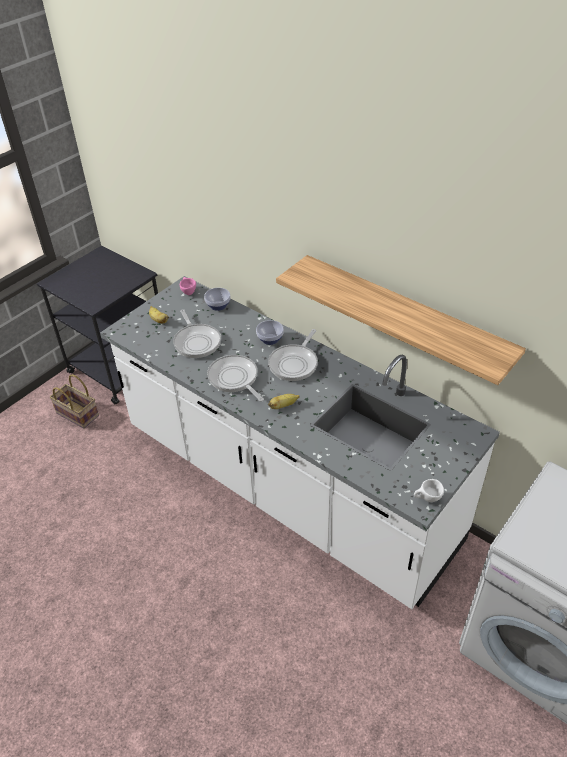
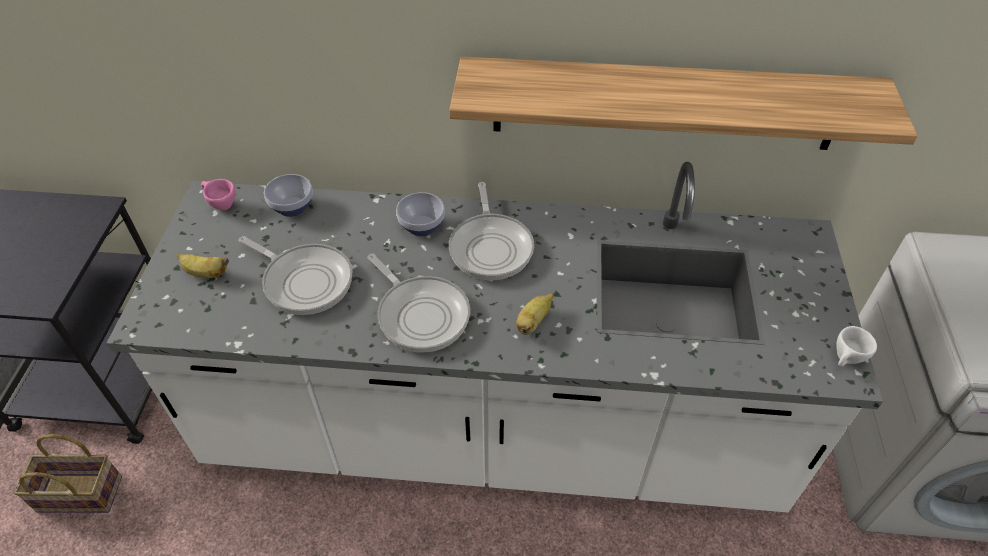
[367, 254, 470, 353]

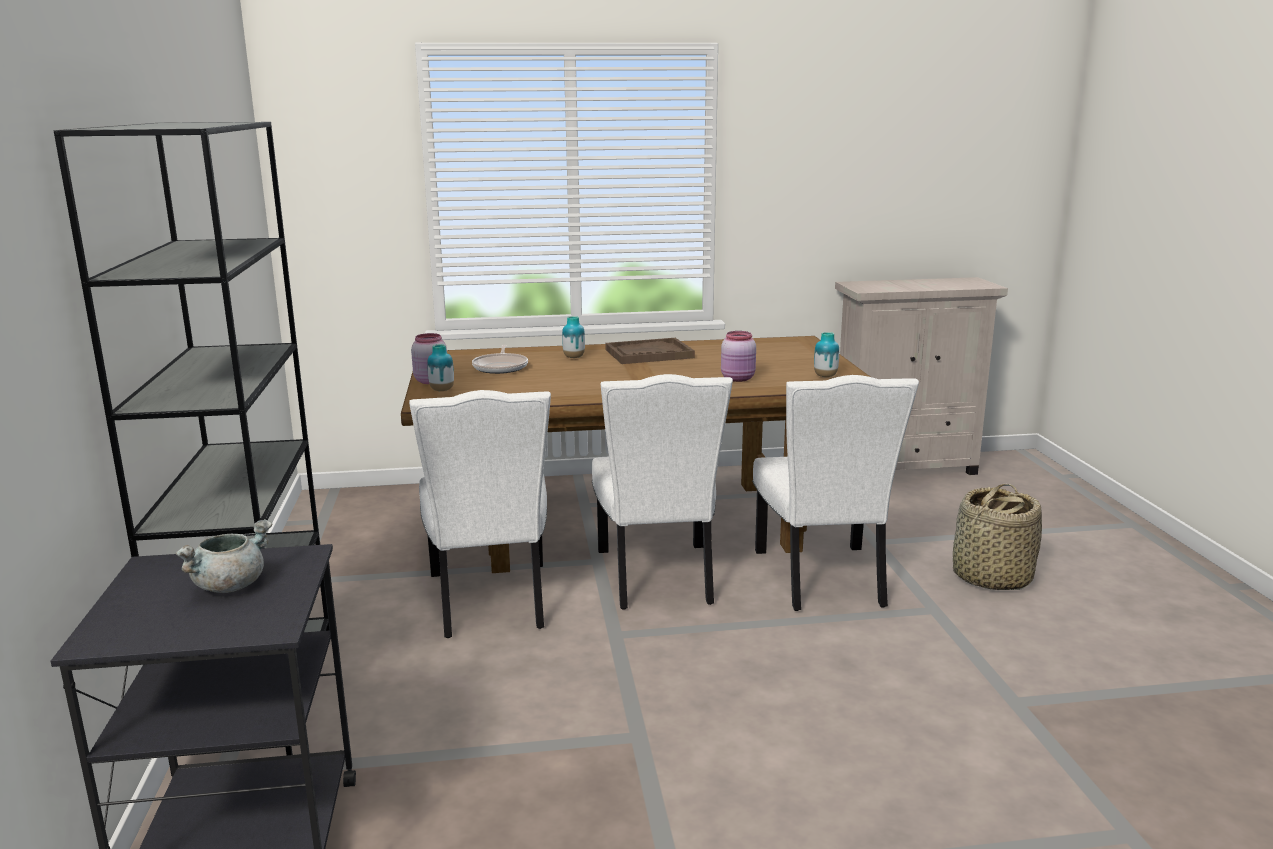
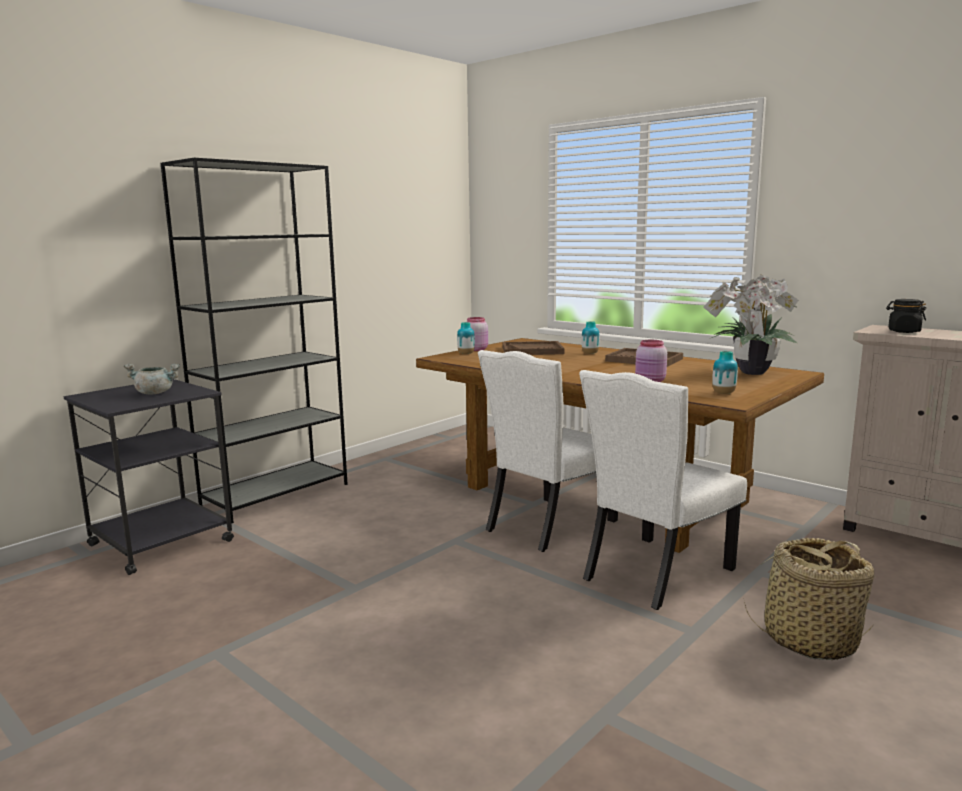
[409, 390, 551, 638] (first image)
[703, 274, 798, 375]
[886, 299, 926, 333]
[502, 341, 564, 355]

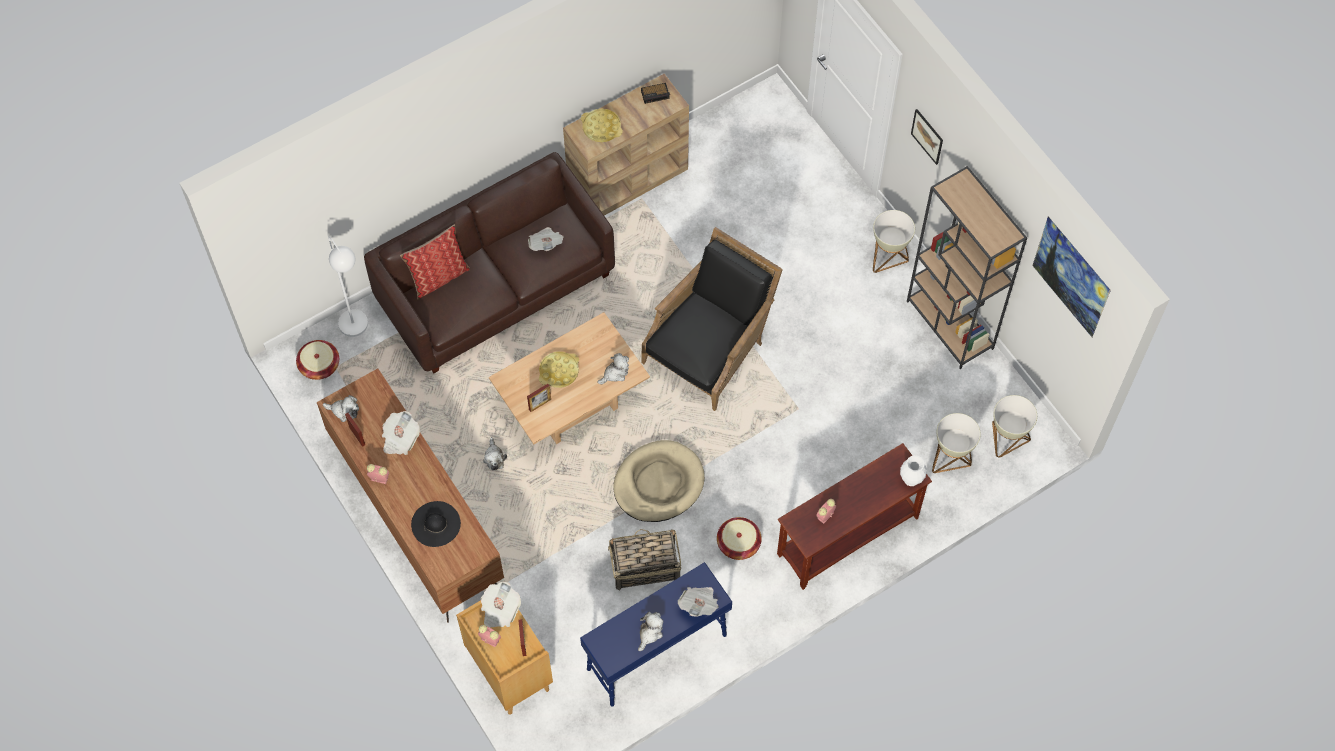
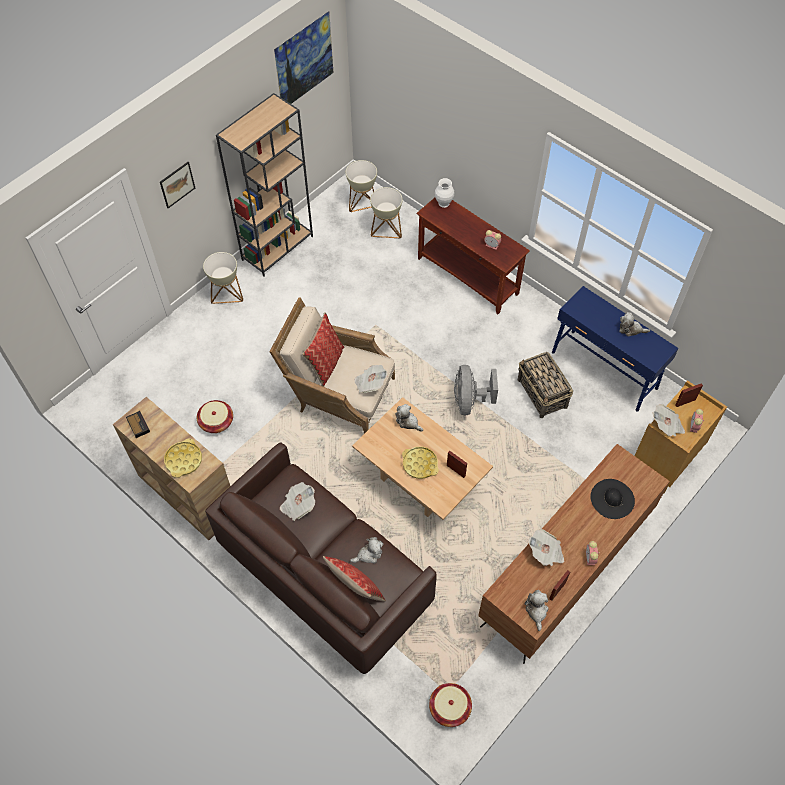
[328, 236, 368, 337] (first image)
[302, 313, 344, 387]
[350, 537, 383, 564]
[354, 365, 388, 393]
[197, 400, 233, 433]
[454, 365, 498, 416]
[269, 297, 395, 434]

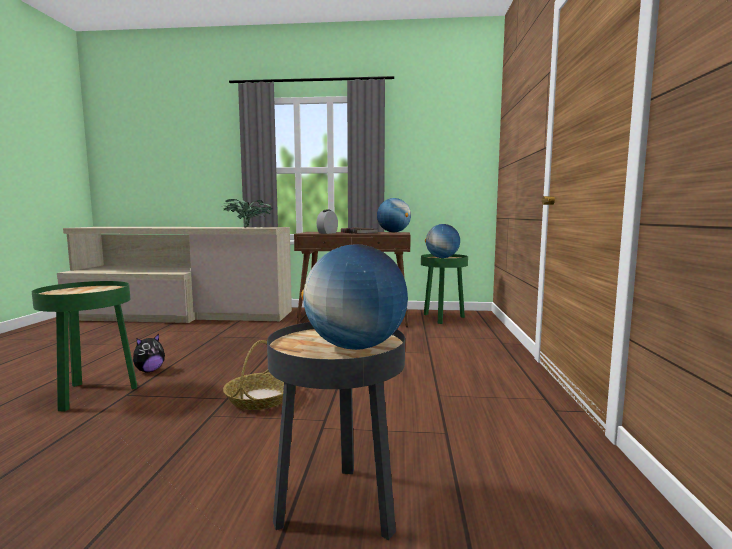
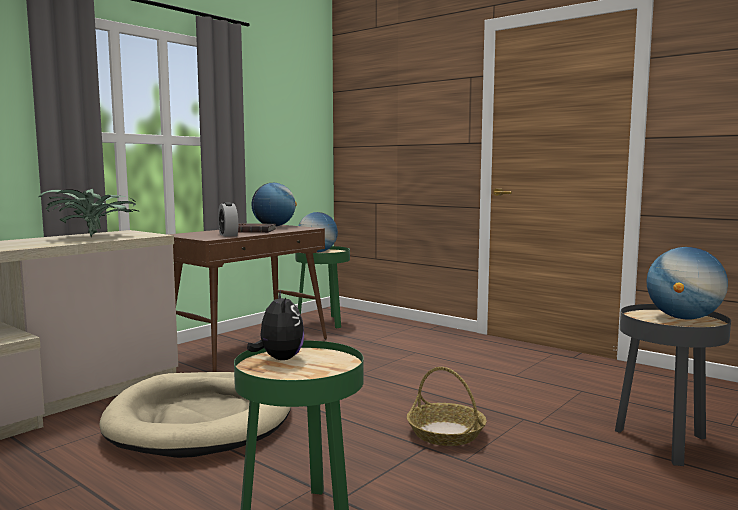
[99, 372, 291, 458]
[247, 290, 304, 360]

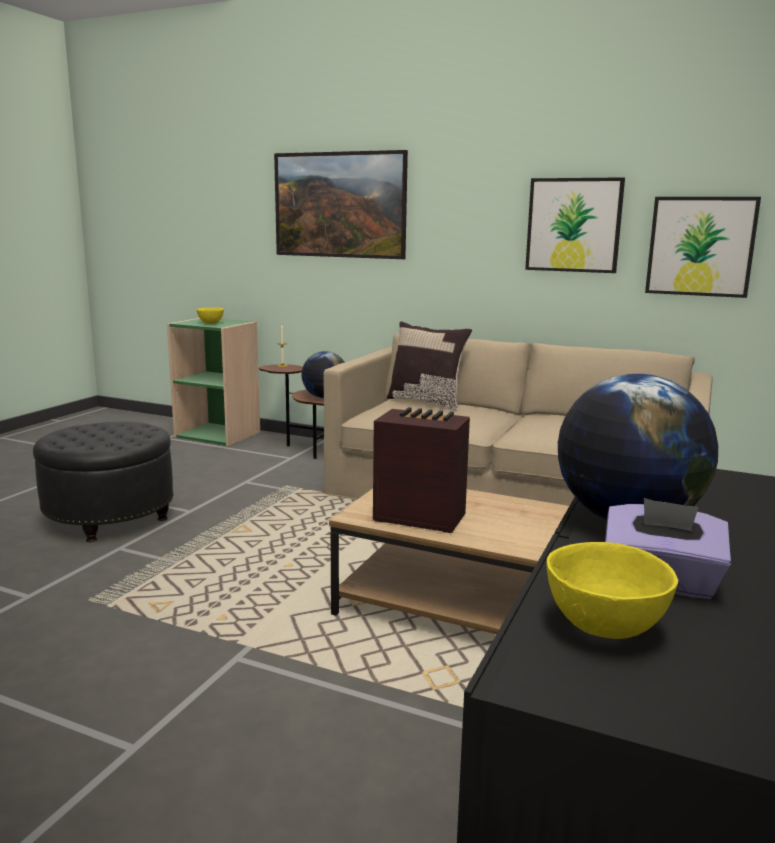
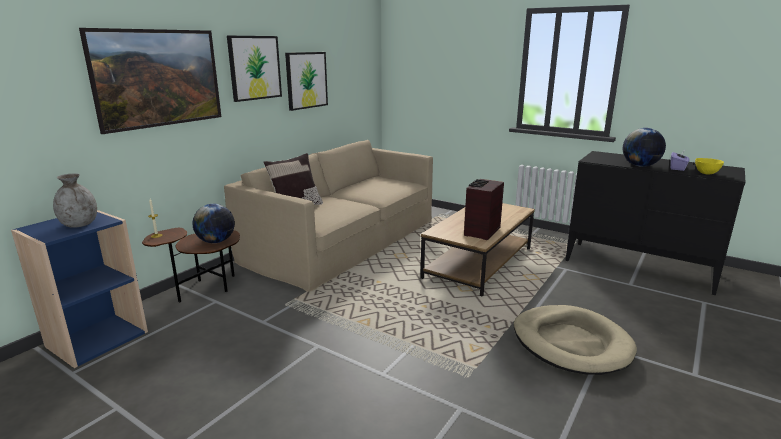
[33, 422, 173, 542] (first image)
[514, 305, 637, 375]
[227, 36, 282, 102]
[53, 174, 97, 228]
[11, 210, 148, 368]

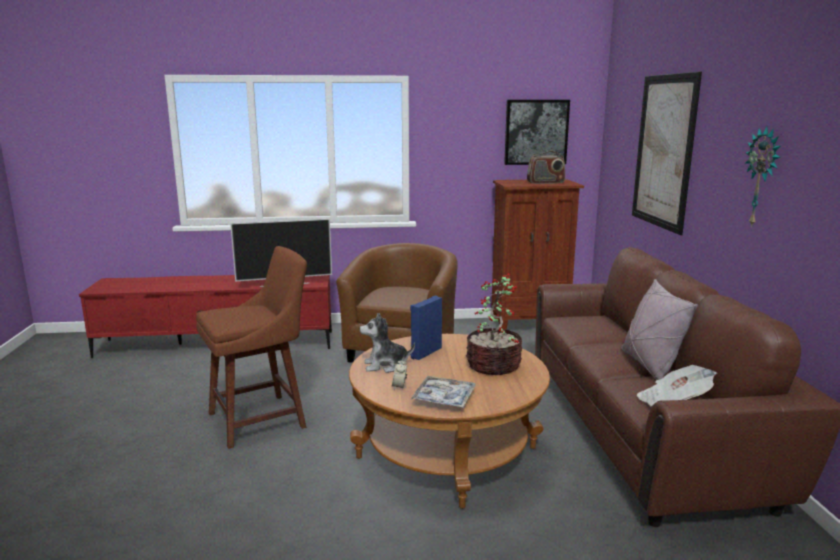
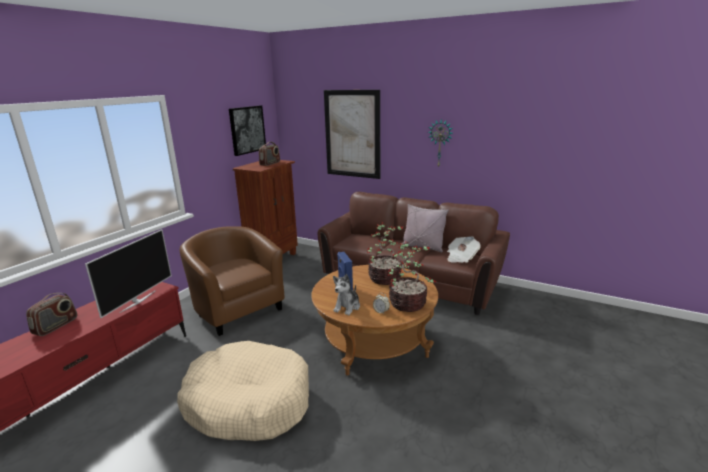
[26, 293, 77, 336]
[177, 341, 309, 441]
[388, 241, 437, 312]

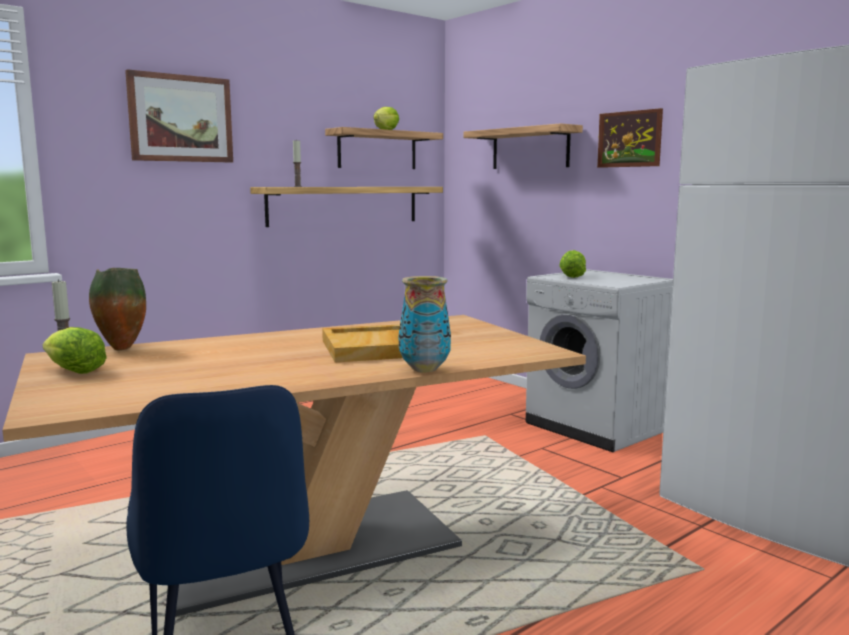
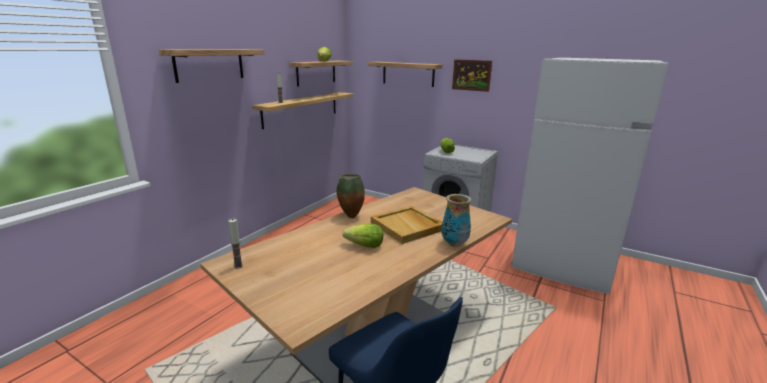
[343, 223, 383, 248]
[337, 174, 365, 218]
[159, 49, 265, 83]

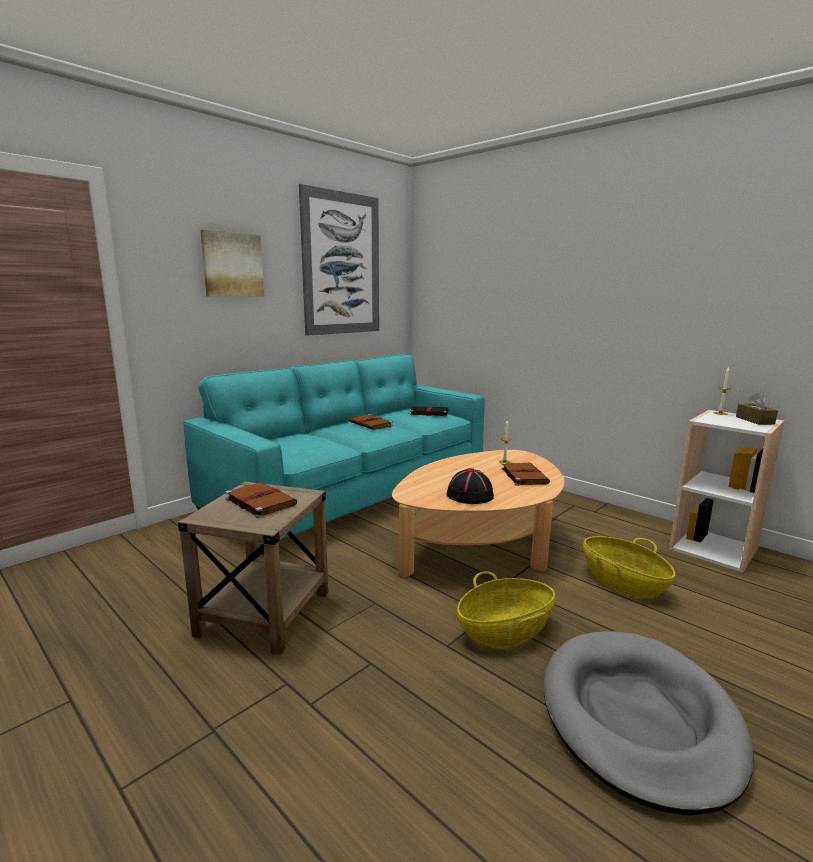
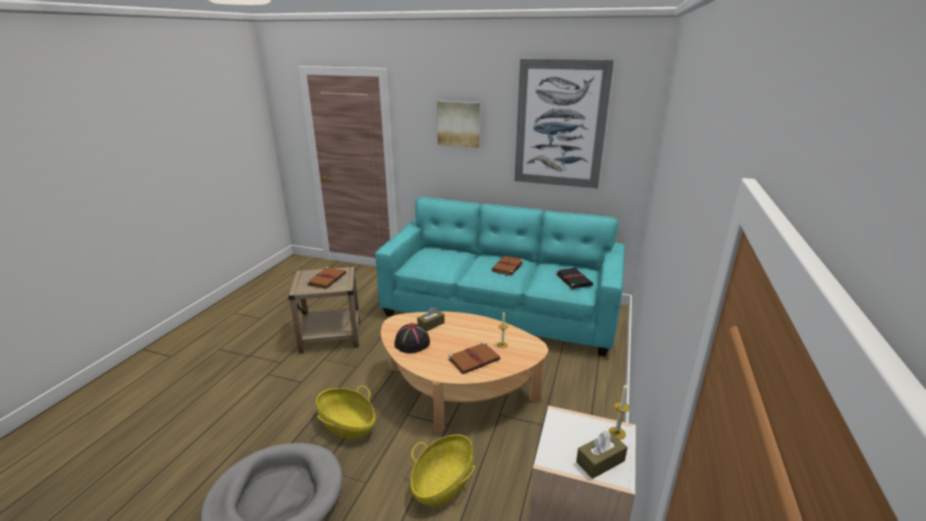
[417, 307, 445, 331]

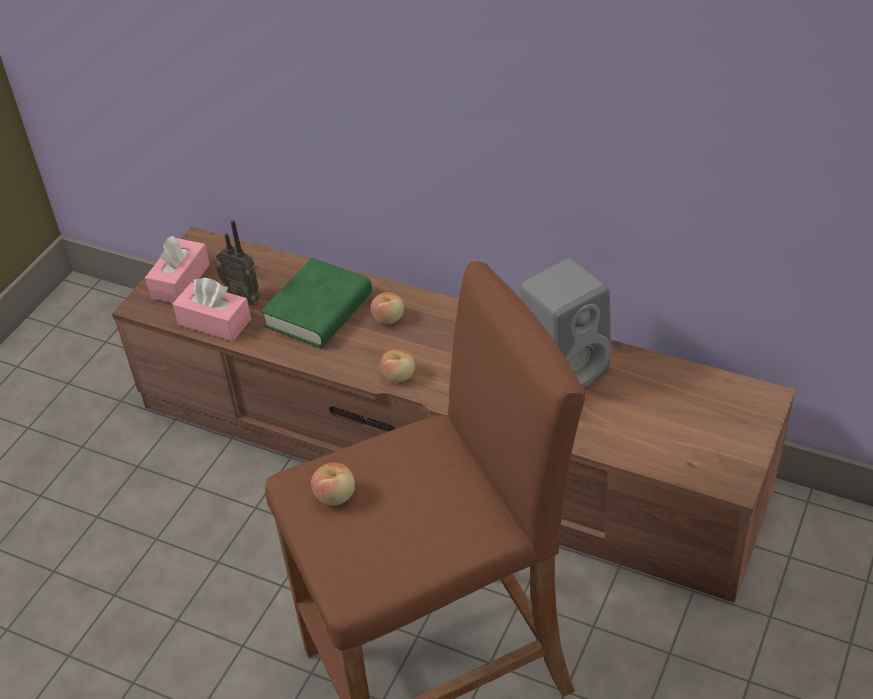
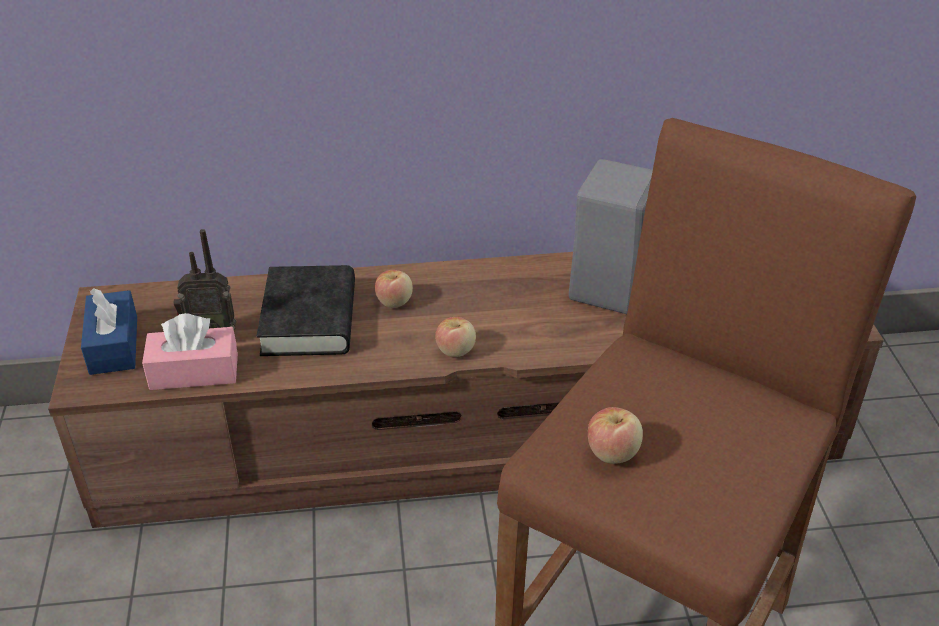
[81, 288, 137, 375]
[257, 265, 355, 356]

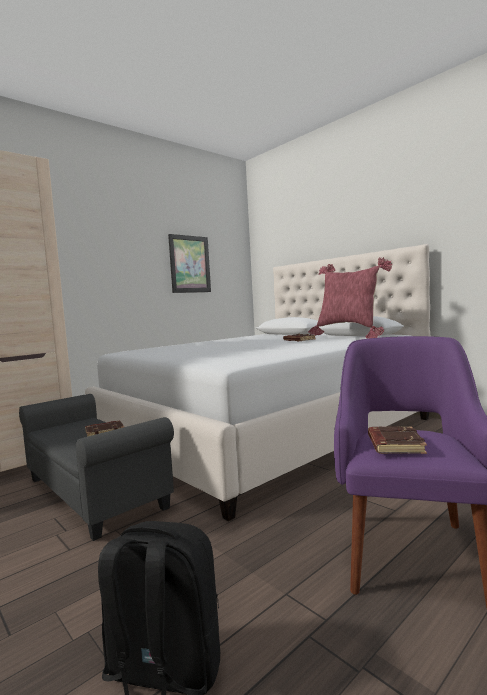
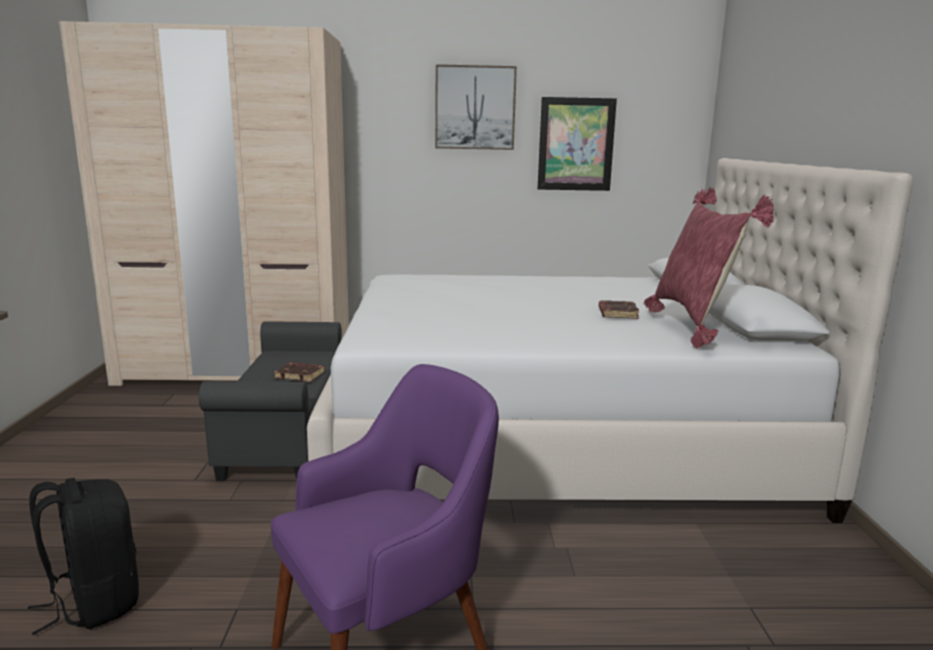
[368, 426, 427, 454] (first image)
[435, 64, 517, 150]

